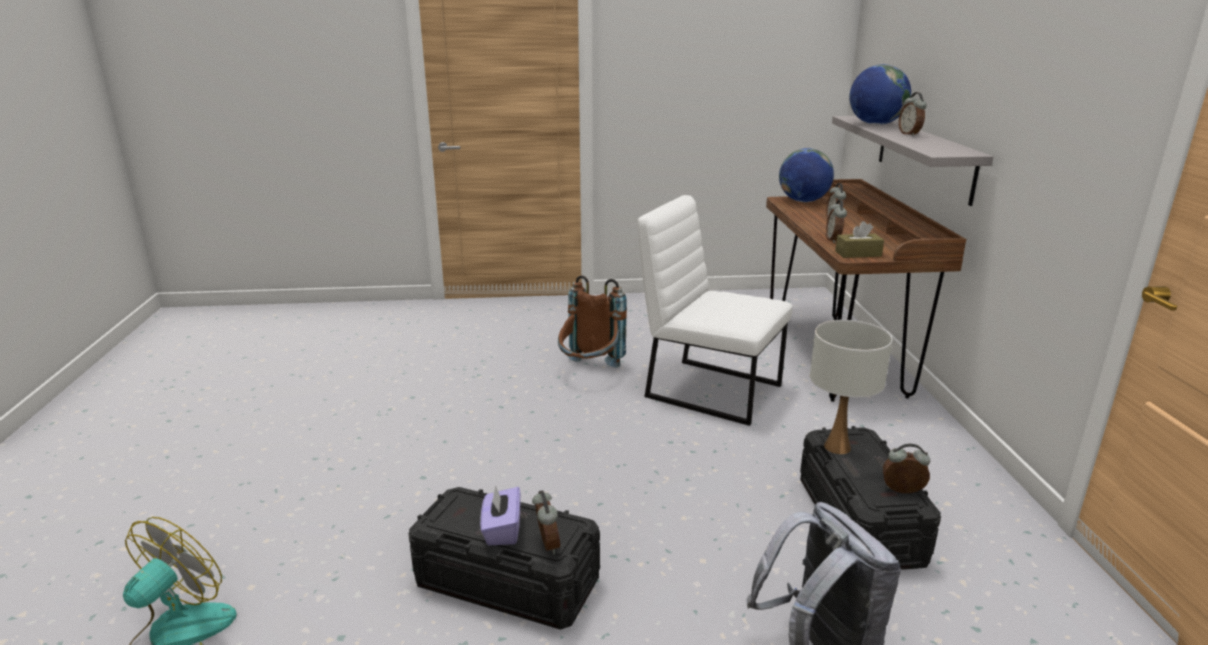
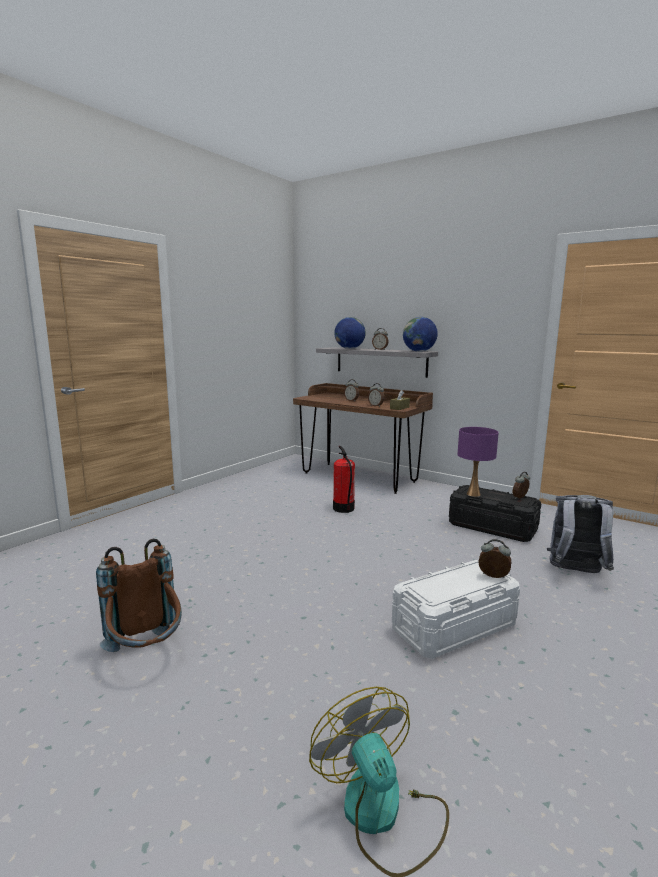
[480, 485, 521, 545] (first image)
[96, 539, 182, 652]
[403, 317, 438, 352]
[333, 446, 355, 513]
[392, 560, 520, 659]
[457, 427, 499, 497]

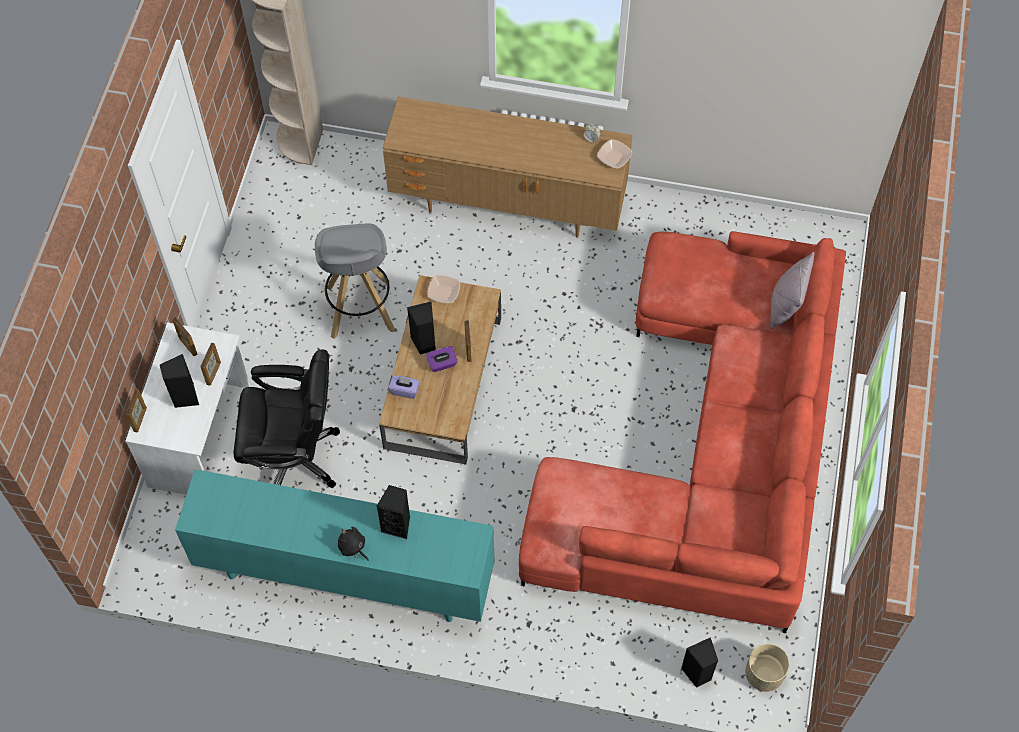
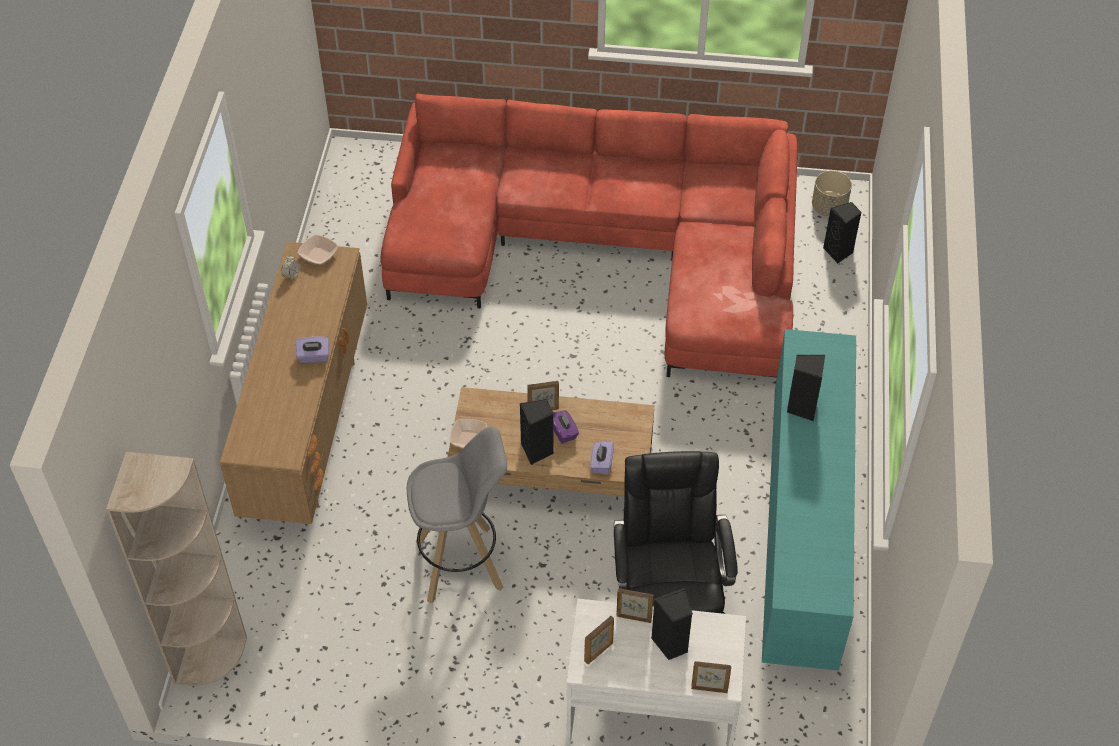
[338, 527, 369, 561] (first image)
[770, 252, 814, 330] (first image)
[296, 336, 329, 363]

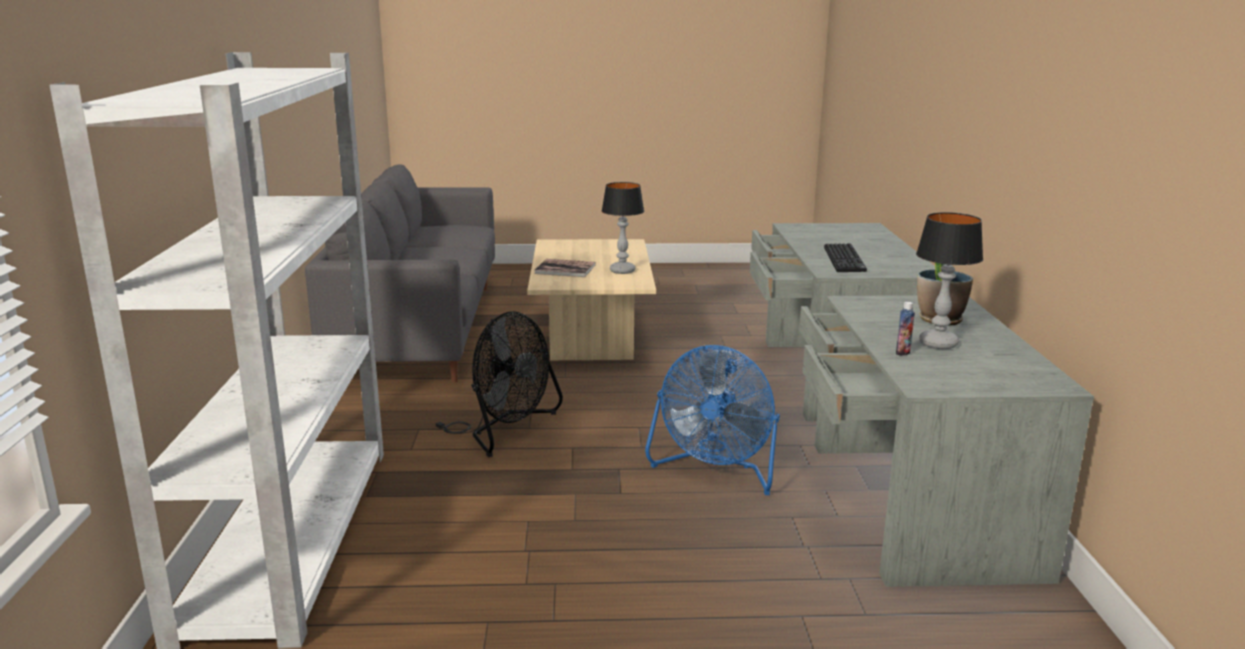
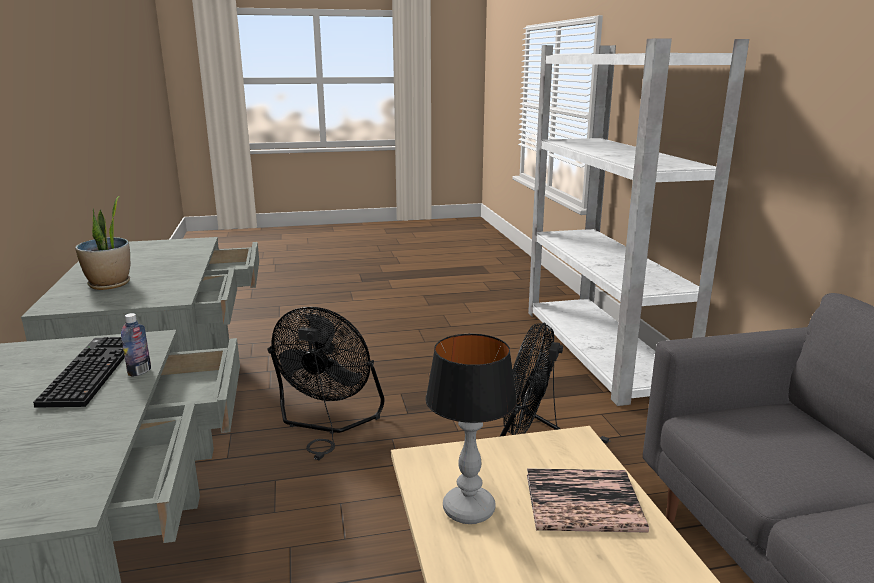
[916, 212, 983, 349] (first image)
[121, 313, 151, 377]
[267, 307, 384, 460]

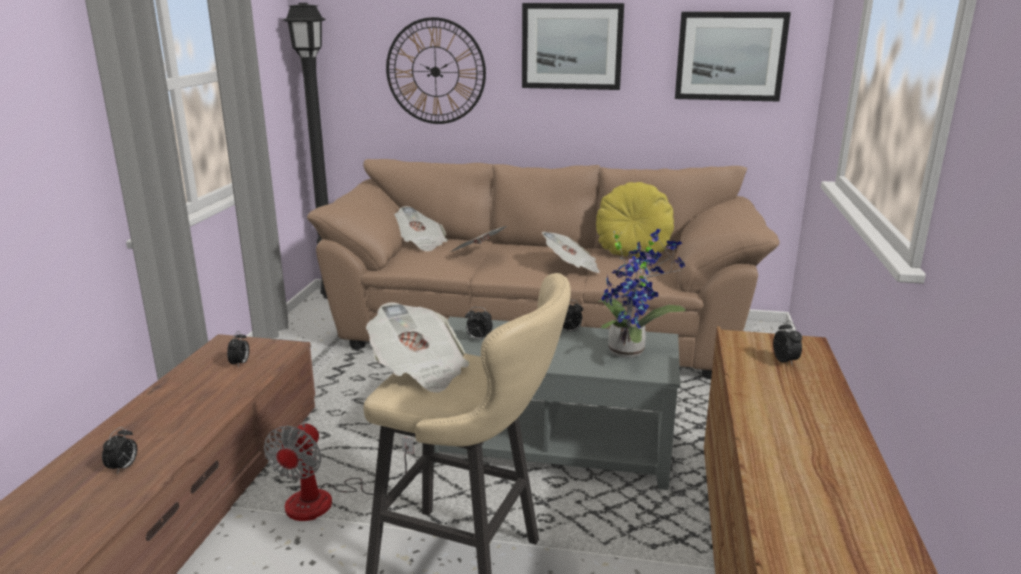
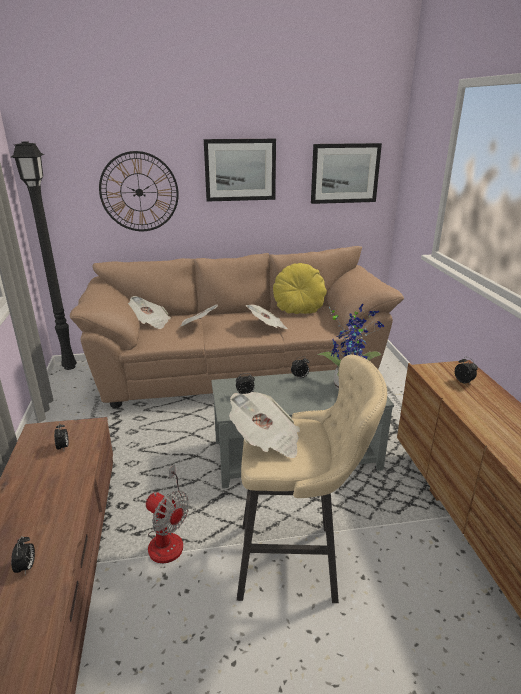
[146, 465, 189, 563]

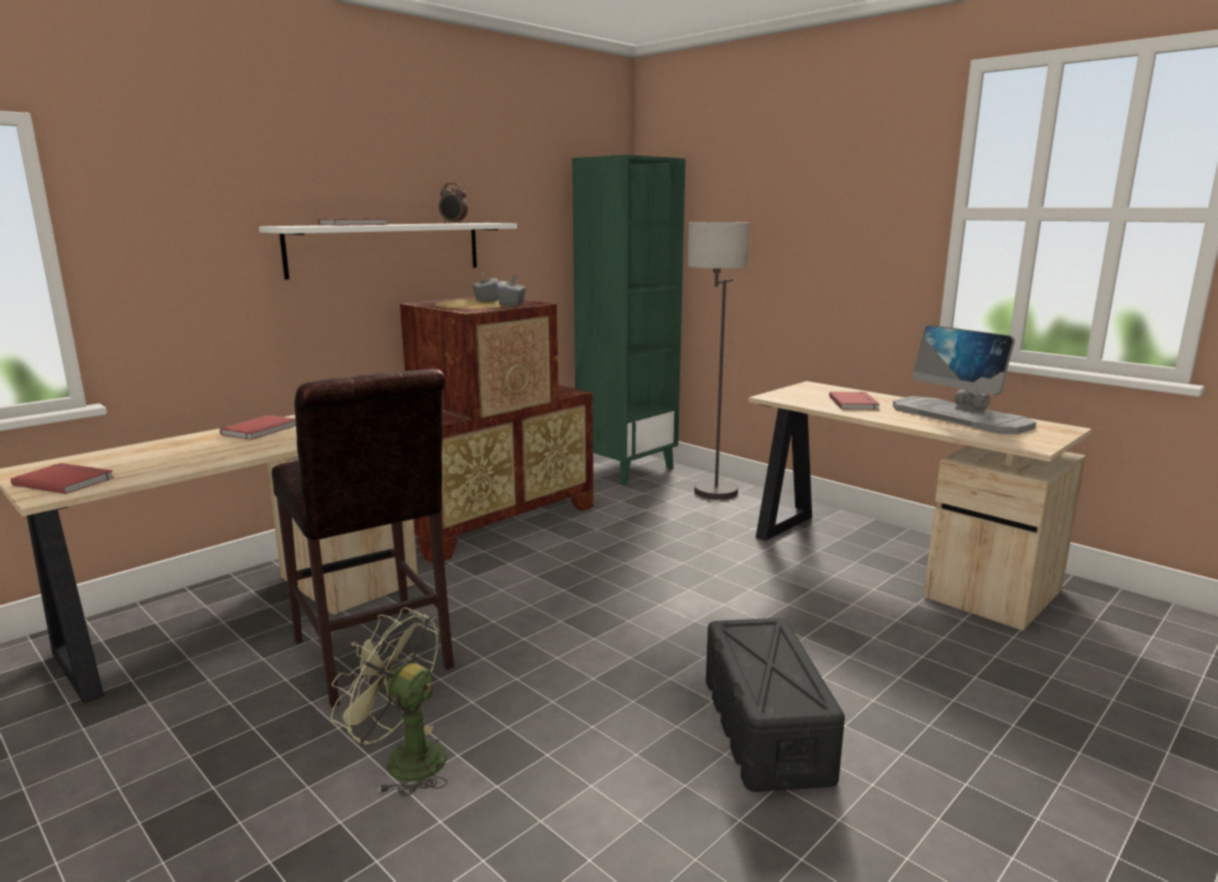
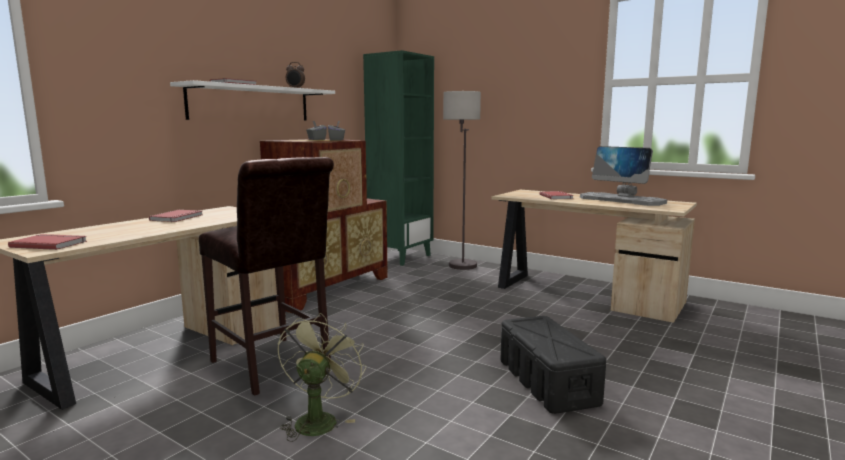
[278, 313, 366, 442]

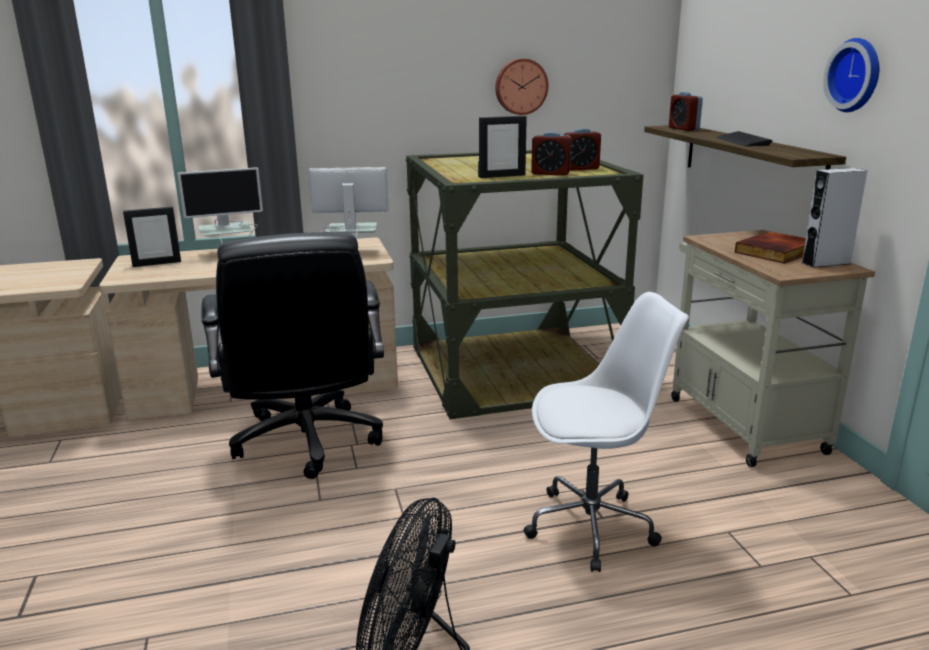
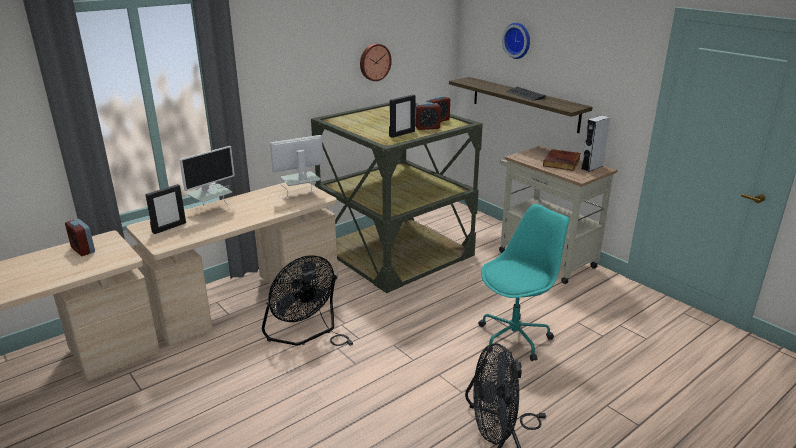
[65, 219, 95, 256]
[502, 23, 530, 59]
[262, 255, 353, 346]
[478, 204, 569, 361]

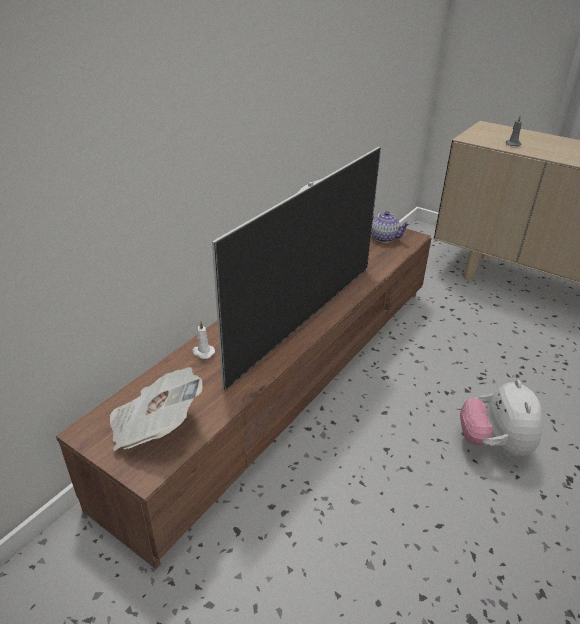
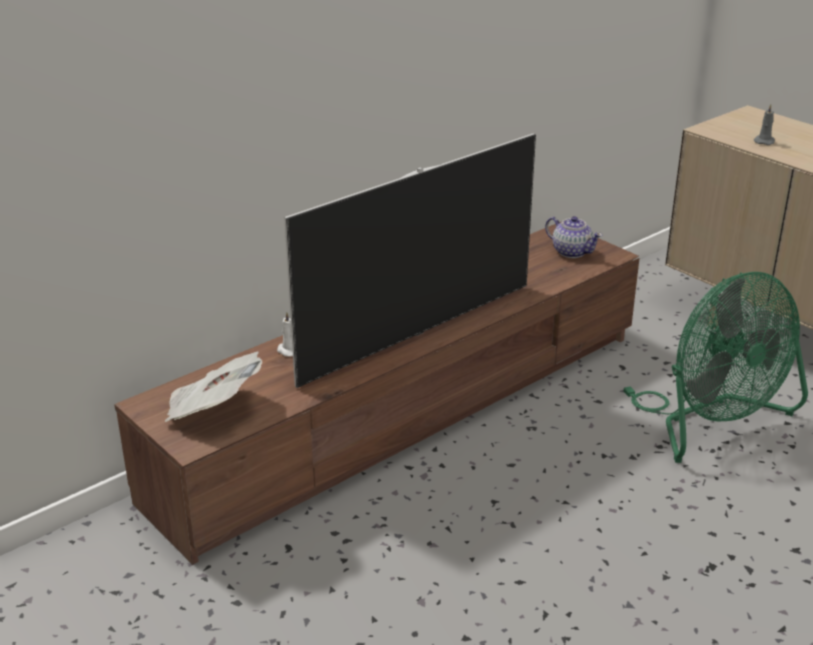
[460, 380, 542, 457] (first image)
[624, 272, 808, 463]

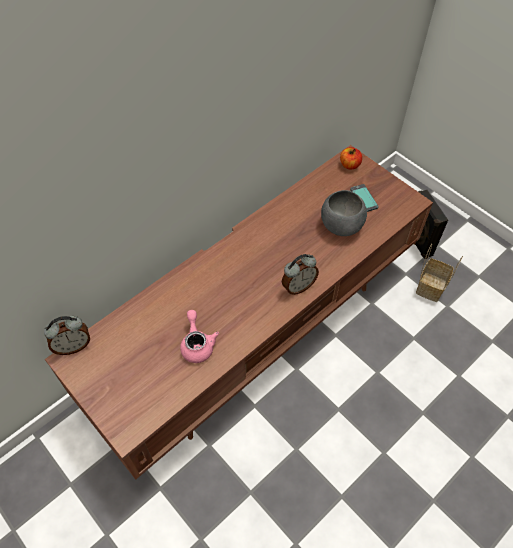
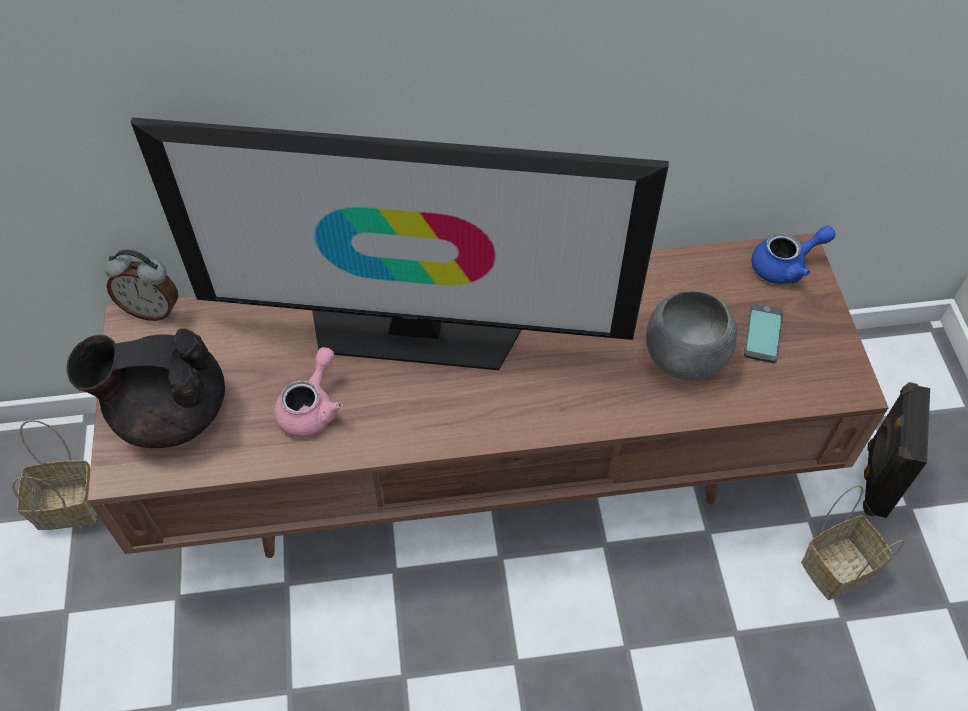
[282, 254, 319, 295] (first image)
[12, 420, 97, 530]
[67, 328, 225, 448]
[130, 117, 669, 370]
[751, 225, 836, 284]

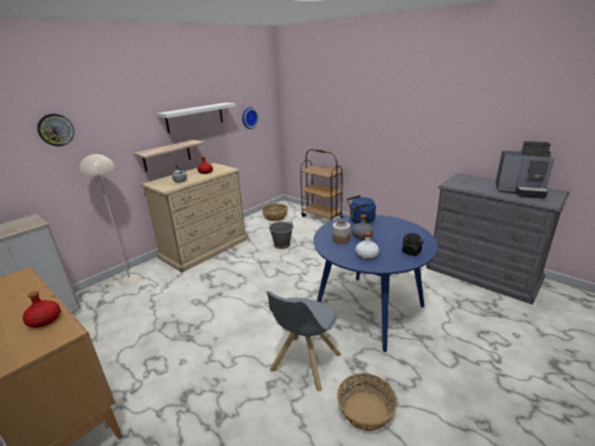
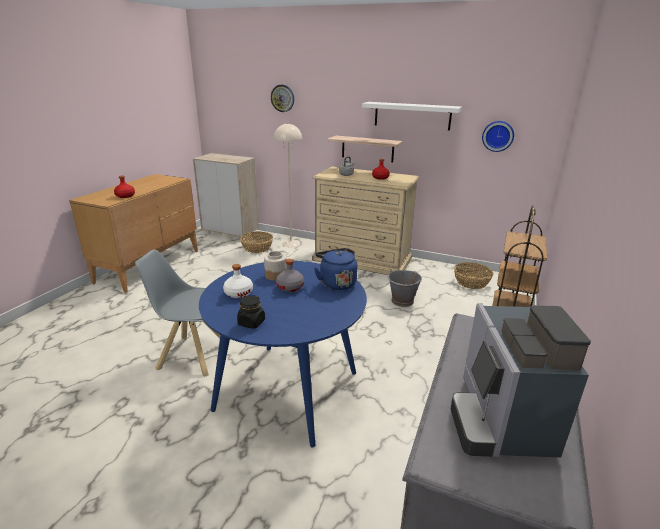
[240, 232, 273, 253]

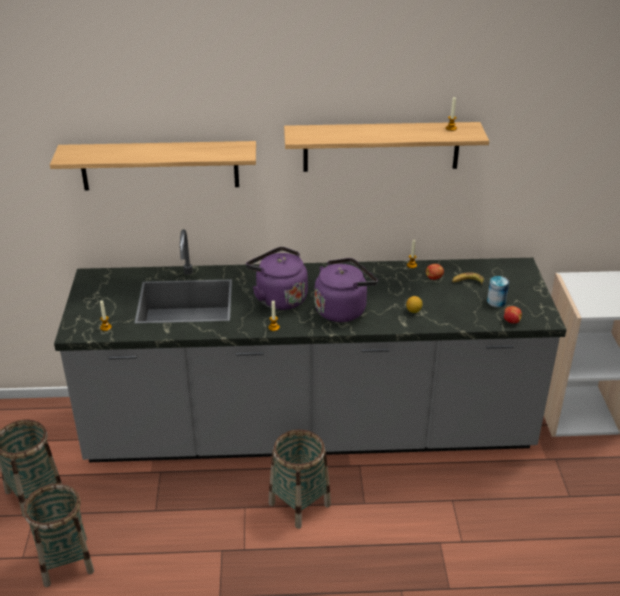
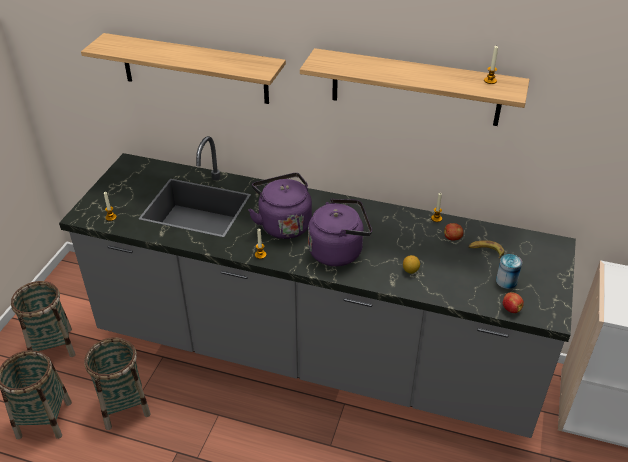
[84, 337, 151, 430]

